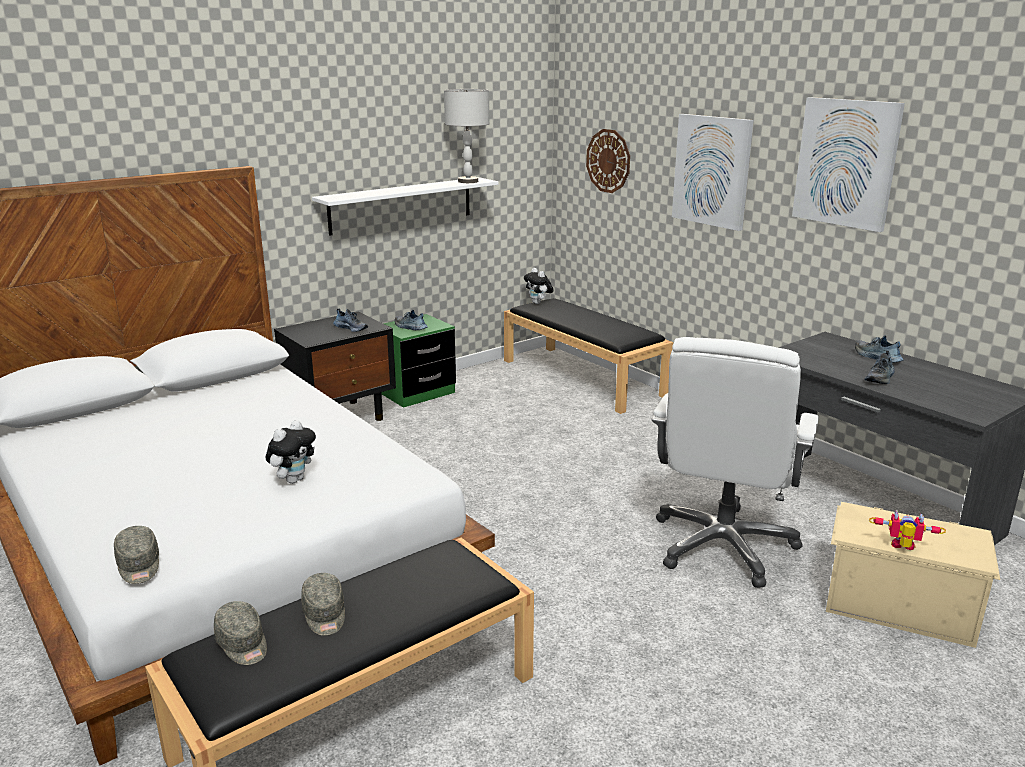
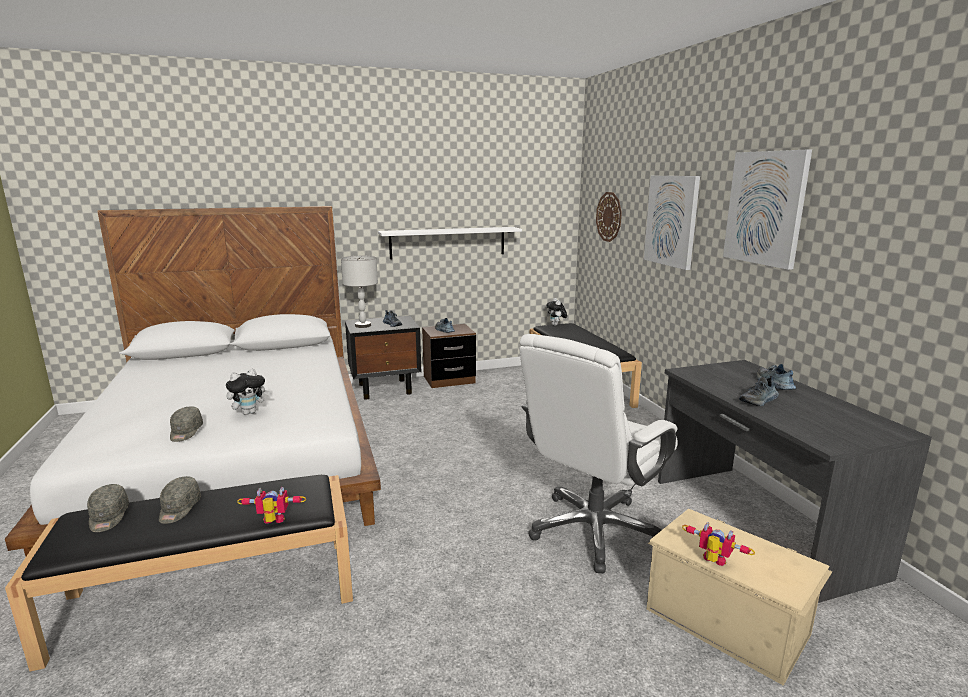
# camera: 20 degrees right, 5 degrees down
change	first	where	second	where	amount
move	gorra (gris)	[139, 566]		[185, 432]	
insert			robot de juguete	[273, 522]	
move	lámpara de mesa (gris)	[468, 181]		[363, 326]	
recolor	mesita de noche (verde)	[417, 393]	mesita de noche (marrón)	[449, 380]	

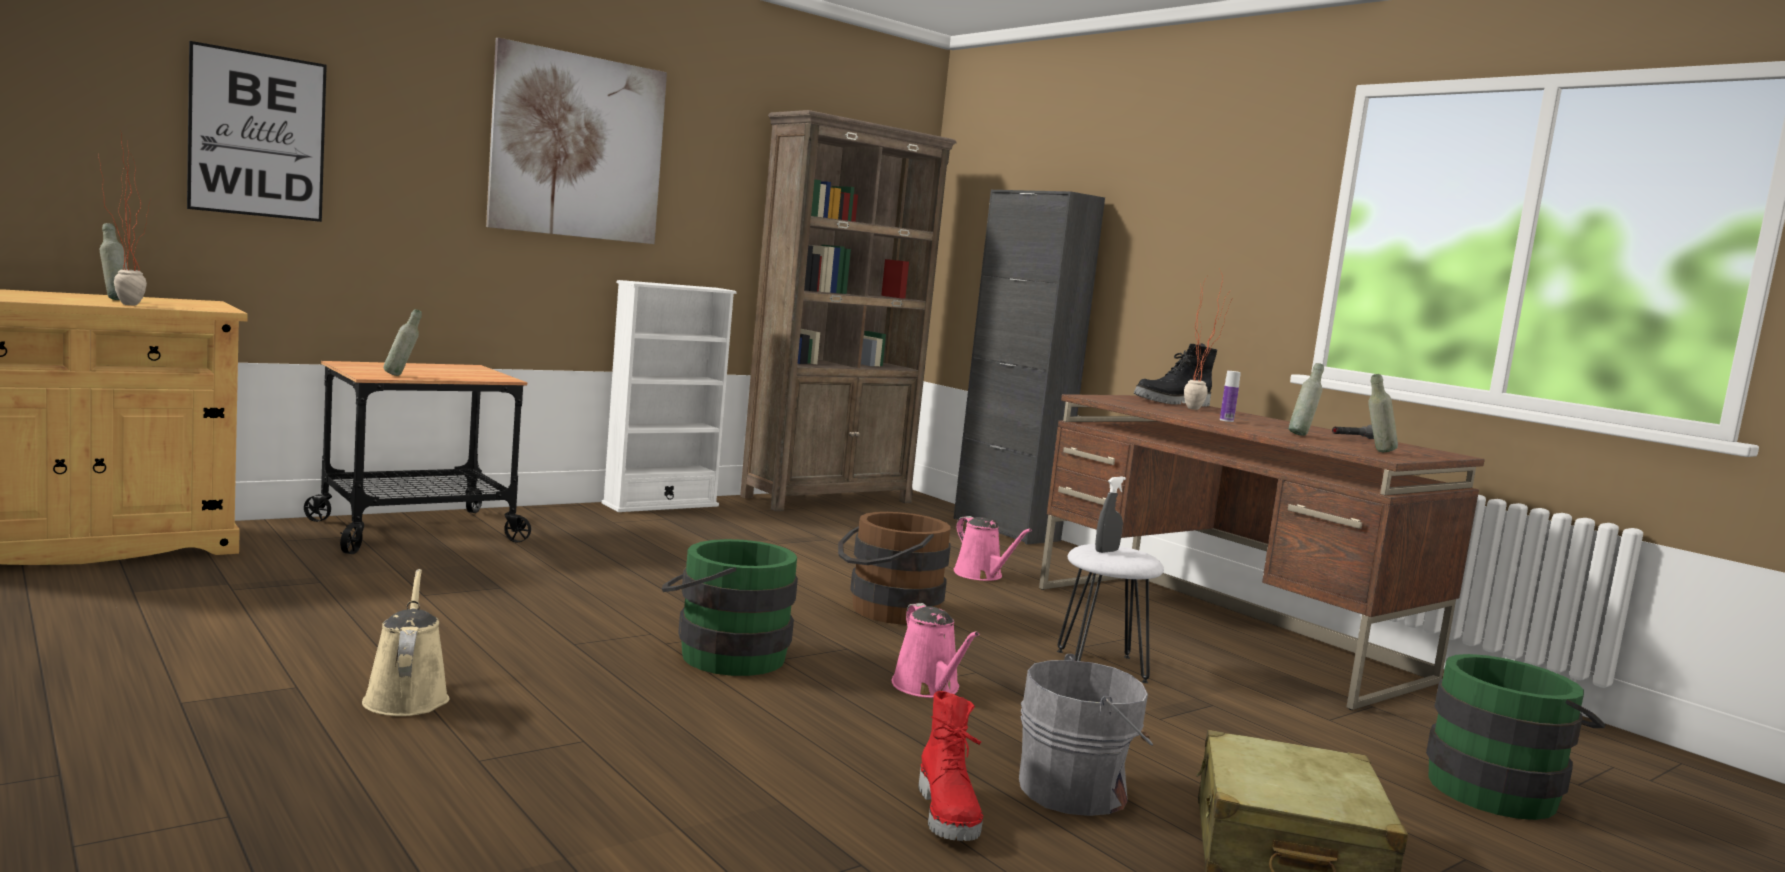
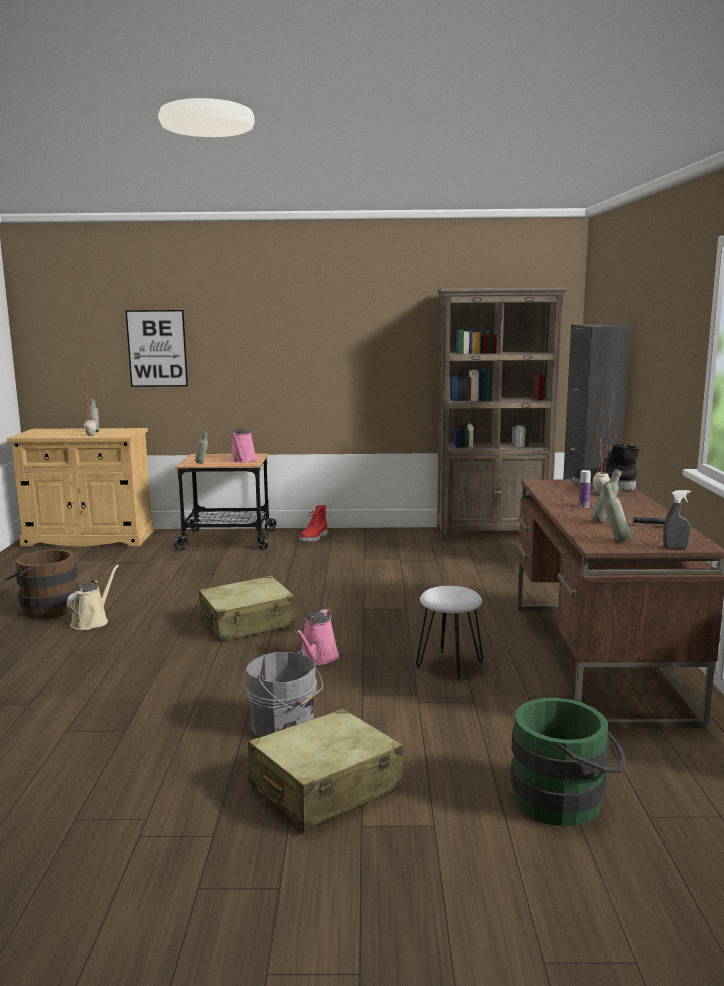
# camera: 40 degrees right, 5 degrees up
change	first	where	second	where	amount
move	cubo (marrón)	[887, 611]		[45, 608]	
replace	cubo (verde)	[722, 655]	maleta (beis)	[248, 623]	
move	regadera (rosa)	[981, 575]		[242, 460]	
move	bota (rojo)	[949, 814]		[314, 538]	
move	pulverizador (gris)	[1106, 551]		[675, 548]	
delete	cuadro	[578, 147]			
delete	estantería (blanco)	[660, 505]			

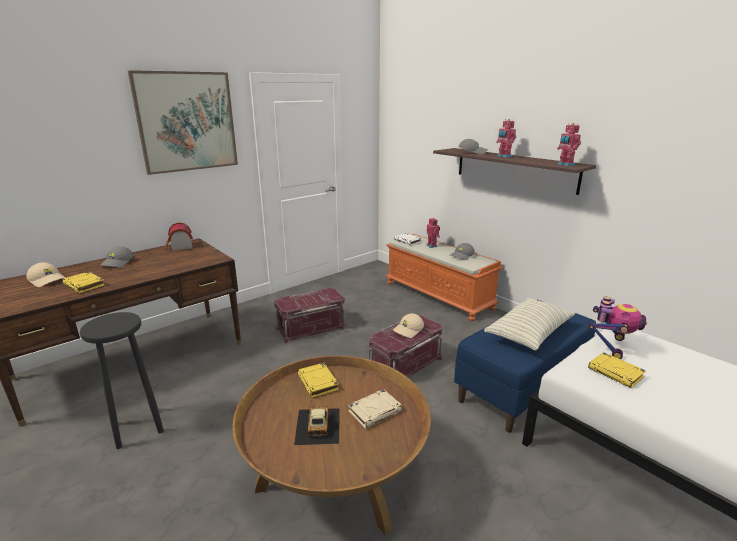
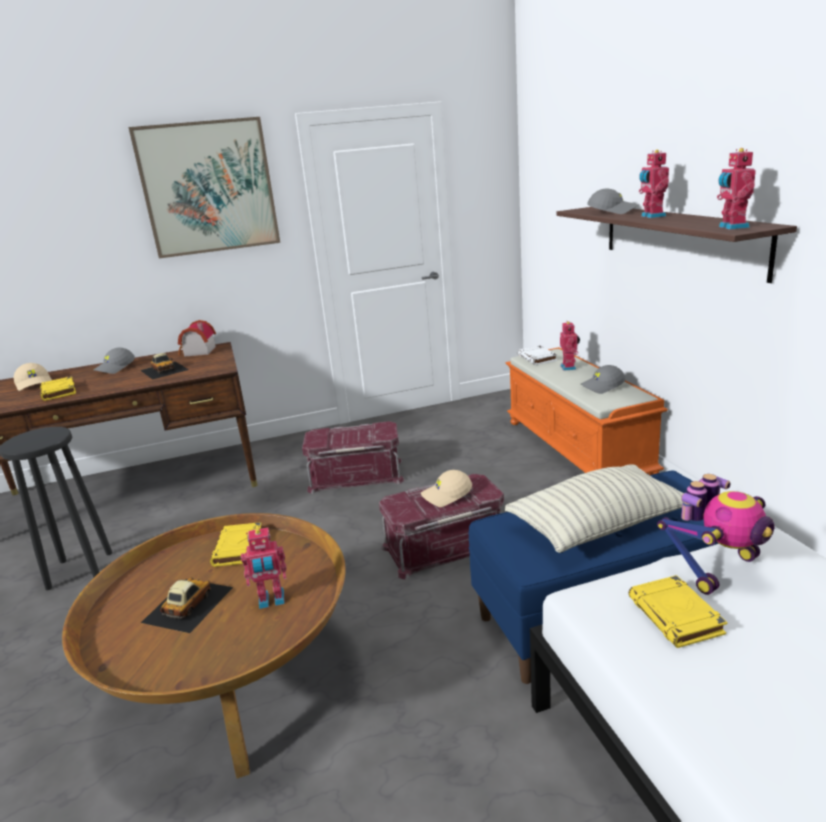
# camera: 25 degrees right, 0 degrees up
change	first	where	second	where	amount
insert			coche de juguete	[164, 369]	
replace	libro (beis)	[375, 411]	robot de juguete	[271, 601]	

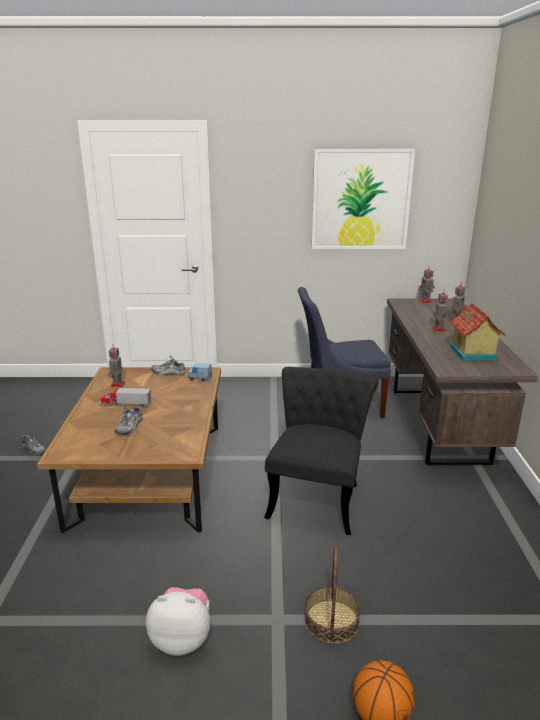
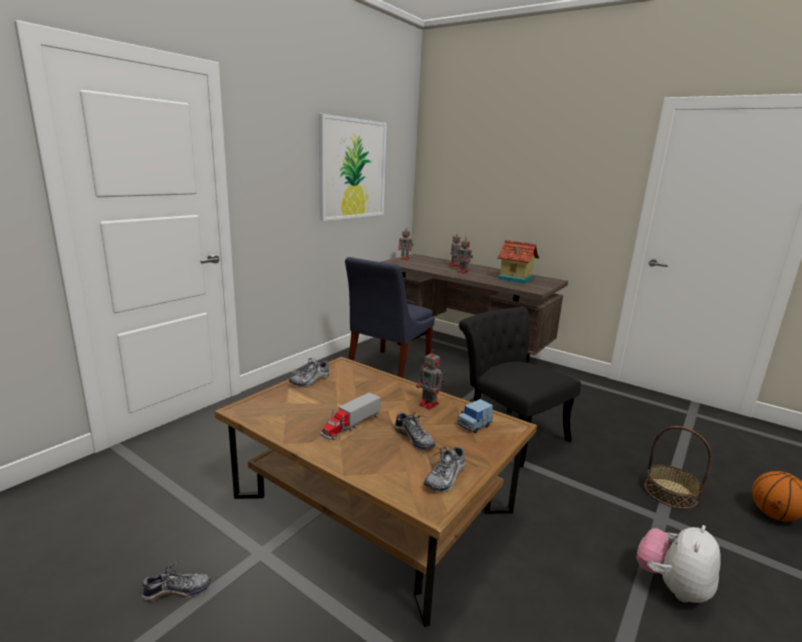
# camera: 55 degrees left, 5 degrees down
change	first	where	second	where	amount
move	robot de juguete	[117, 385]		[429, 404]	
insert			zapato	[445, 477]	
move	coche de juguete (azul)	[200, 378]		[474, 425]	

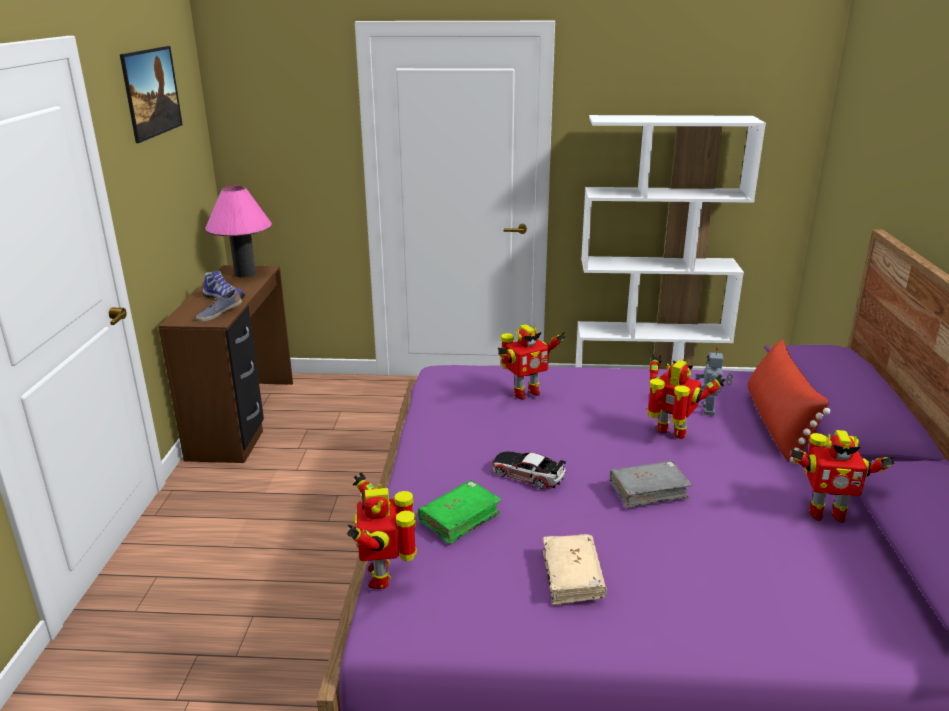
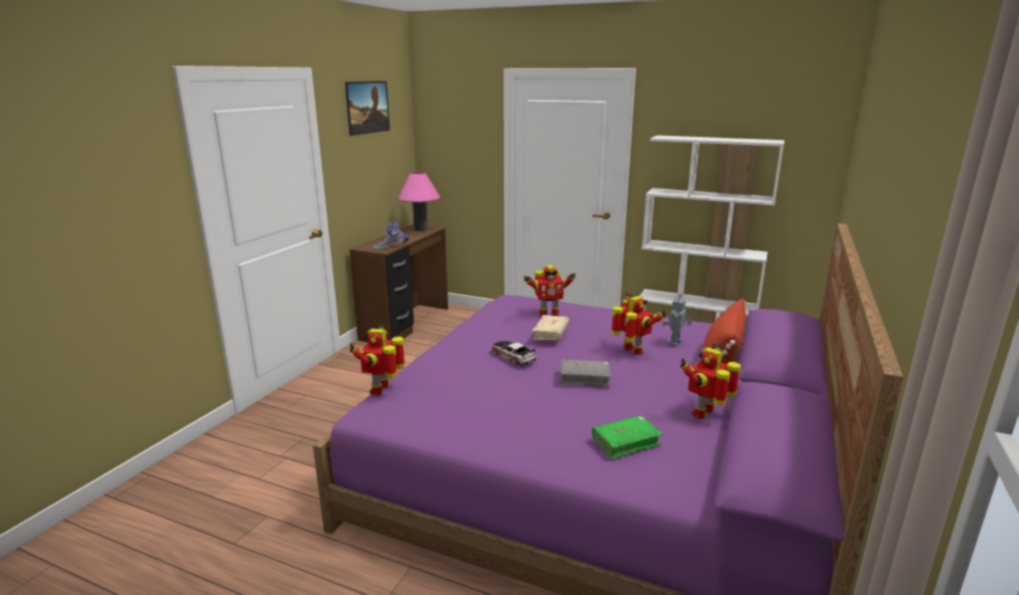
# camera: 20 degrees right, 5 degrees down
change	first	where	second	where	amount
move	libro (beis)	[572, 577]		[550, 334]	
move	libro (verde)	[459, 518]		[625, 443]	
rotate	robot de juguete	[825, 513]		[705, 413]	105 degrees clockwise

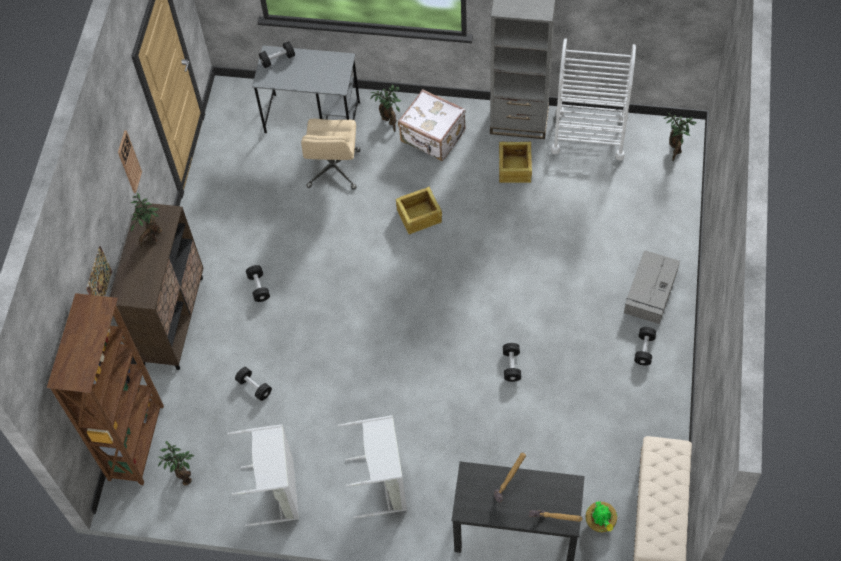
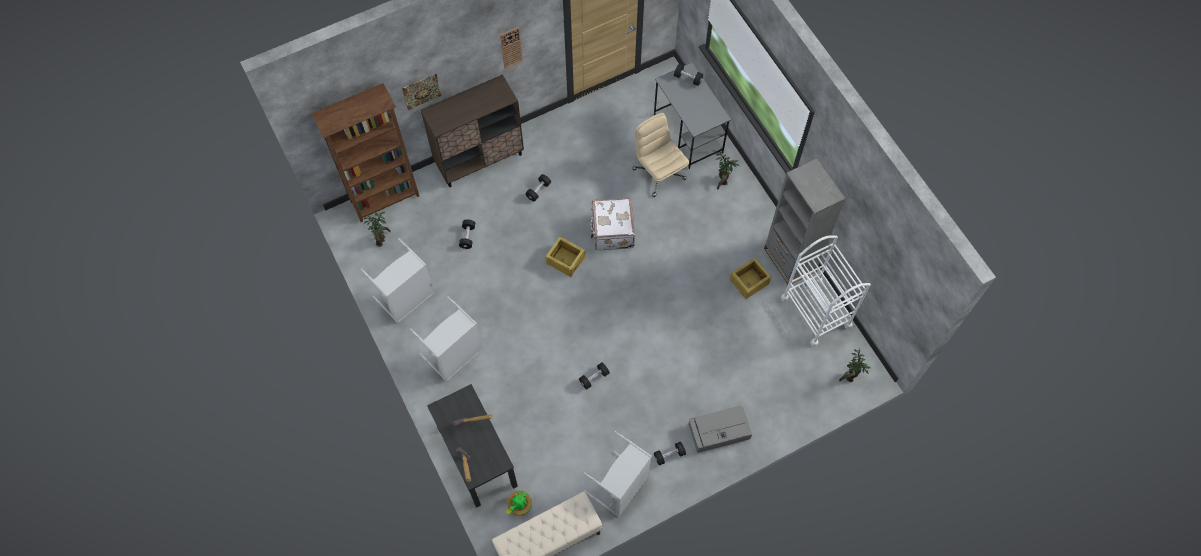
# camera: 50 degrees right, 5 degrees up
change	first	where	second	where	amount
move	caja de embalaje	[418, 216]		[565, 260]	
insert			cesto de la ropa (gris)	[622, 488]	
move	maleta (blanco)	[432, 137]		[612, 231]	
rotate	silla de oficina (beis)	[333, 169]		[658, 173]	90 degrees clockwise
delete	planta en maceta	[153, 237]			

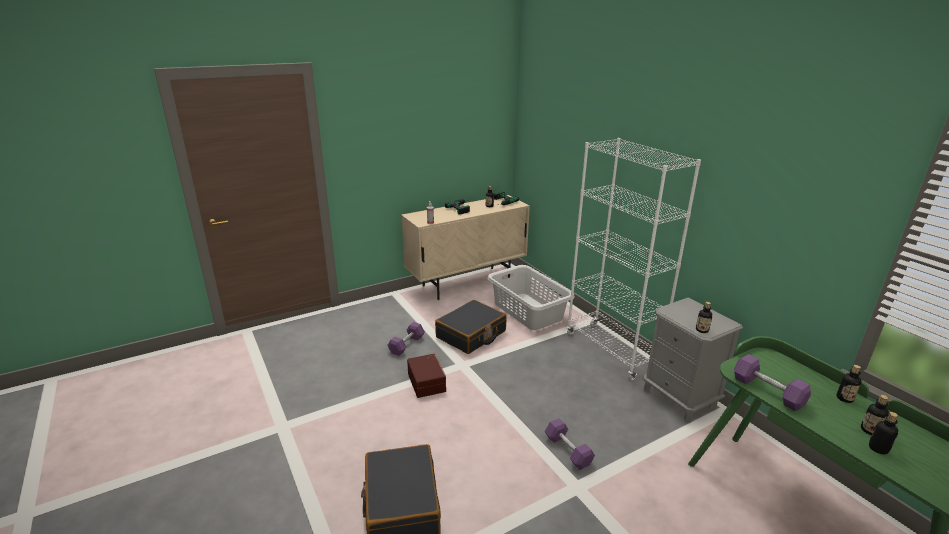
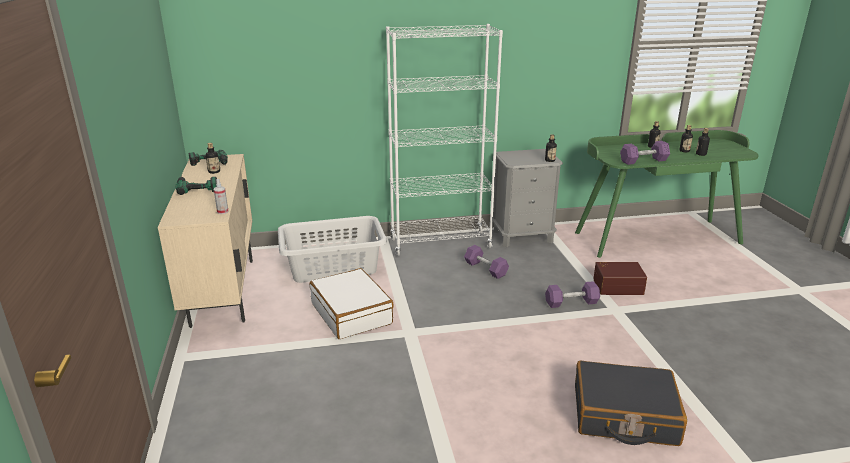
# camera: 70 degrees left, 0 degrees up
change	first	where	second	where	amount
recolor	maleta (negro)	[471, 335]	maleta (blanco)	[352, 313]	
move	mancuerna (morado)	[406, 345]		[485, 269]	
move	caja de almacenaje (marrón)	[427, 382]		[617, 286]	

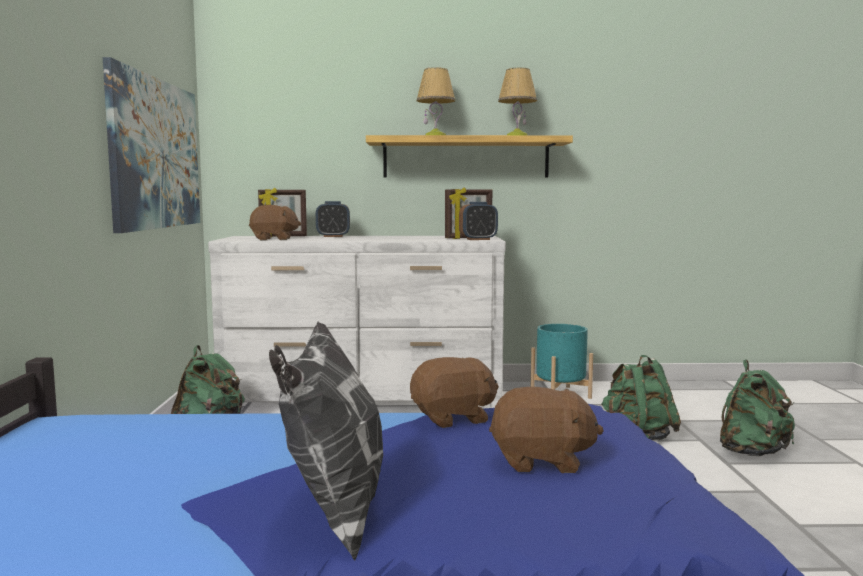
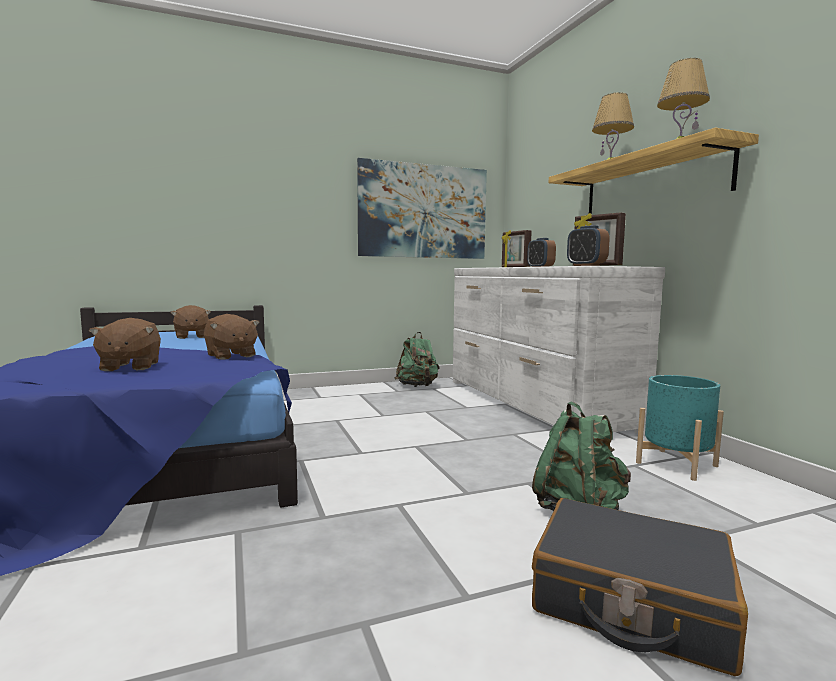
# camera: 70 degrees right, 0 degrees up
change	first	where	second	where	amount
move	peluche (marrón)	[274, 239]		[191, 336]	
replace	mochila (verde)	[752, 452]	maleta (negro)	[631, 601]	
delete	cojín	[334, 515]			

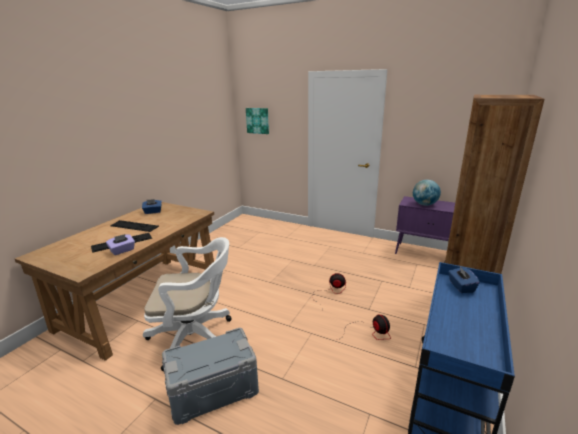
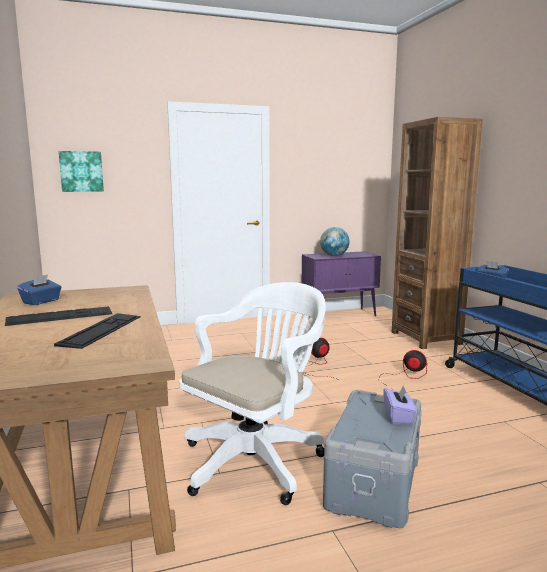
# camera: 45 degrees left, 10 degrees down
change	first	where	second	where	amount
move	caja de pañuelos (morado)	[122, 251]		[398, 417]	

